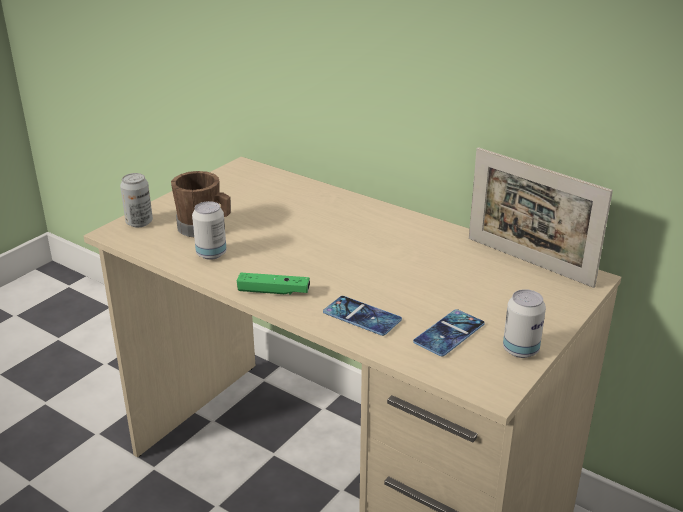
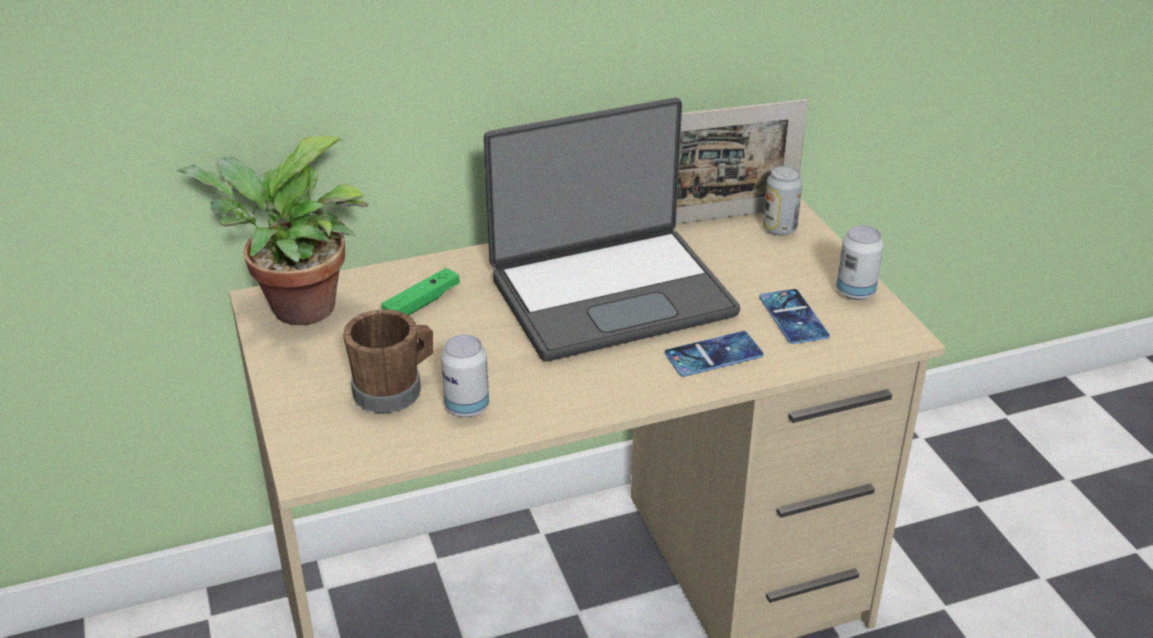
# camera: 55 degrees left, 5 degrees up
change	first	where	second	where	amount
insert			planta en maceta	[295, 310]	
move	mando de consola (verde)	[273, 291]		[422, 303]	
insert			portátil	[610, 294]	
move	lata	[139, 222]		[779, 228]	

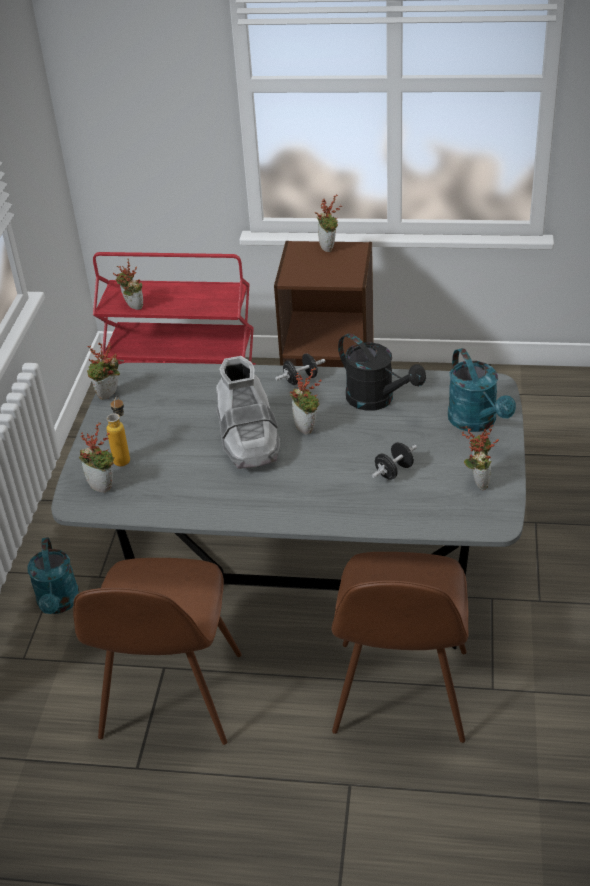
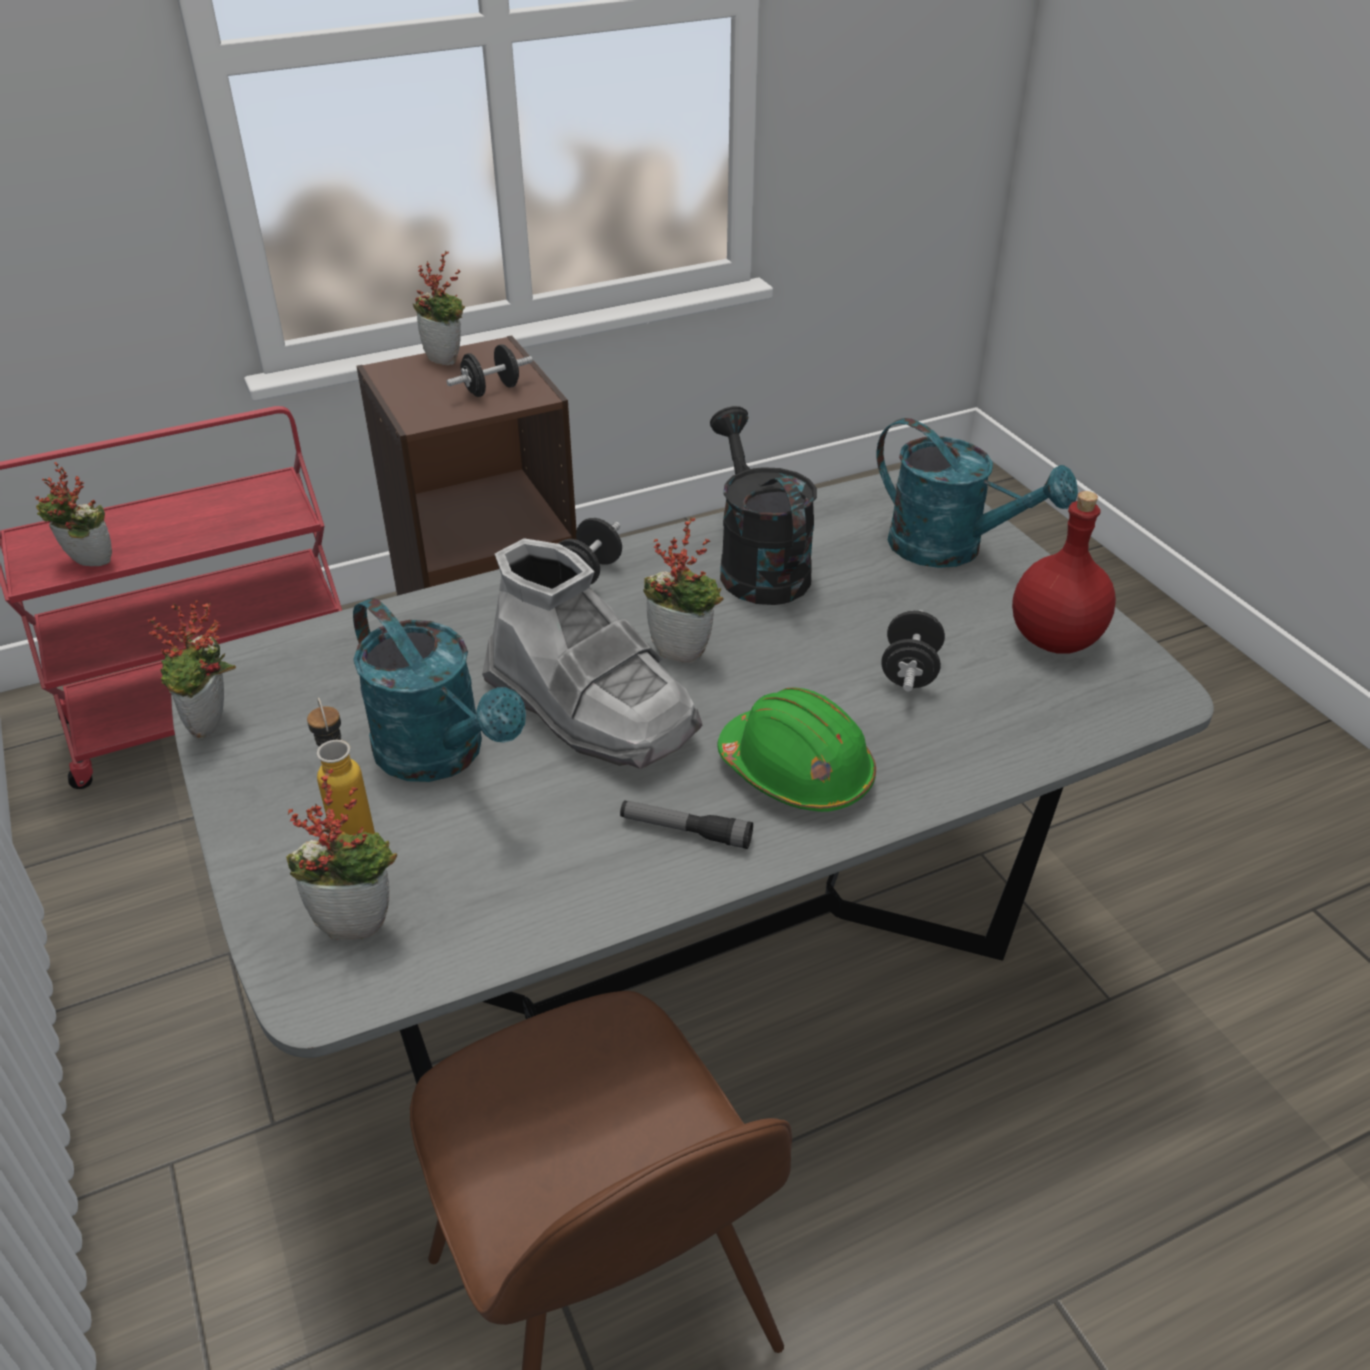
# camera: 35 degrees left, 0 degrees up
change	first	where	second	where	amount
move	regadera (turquesa)	[58, 604]		[442, 756]	
insert			mancuerna (negro)	[491, 390]	
insert			linterna	[685, 831]	
rotate	regadera (negro)	[377, 400]		[757, 565]	120 degrees counterclockwise
insert			casco (verde)	[796, 772]	
replace	planta en maceta	[477, 481]	botella (rojo)	[1056, 639]	
delete	silla (marrón)	[400, 695]			

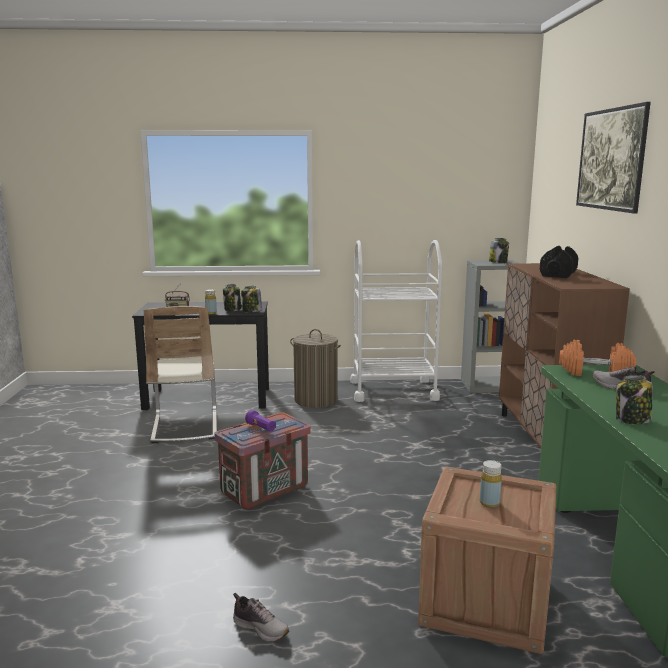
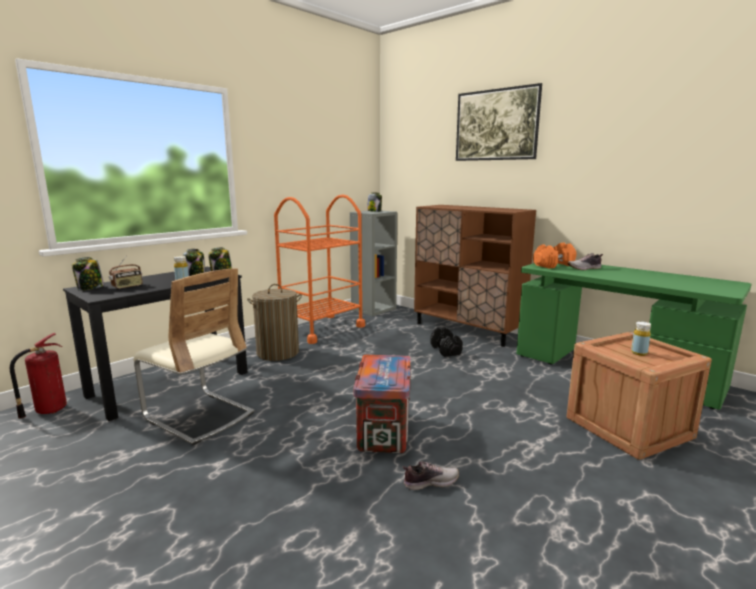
# camera: 45 degrees left, 0 degrees up
change	first	where	second	where	amount
insert			extintor	[49, 410]	
move	tarro	[632, 420]		[90, 288]	
recolor	carrito (blanco)	[393, 390]	carrito (naranja)	[321, 329]	
move	zapato	[260, 628]		[430, 482]	
move	mancuerna (negro)	[558, 274]		[446, 350]	
delete	linterna (morado)	[261, 428]			

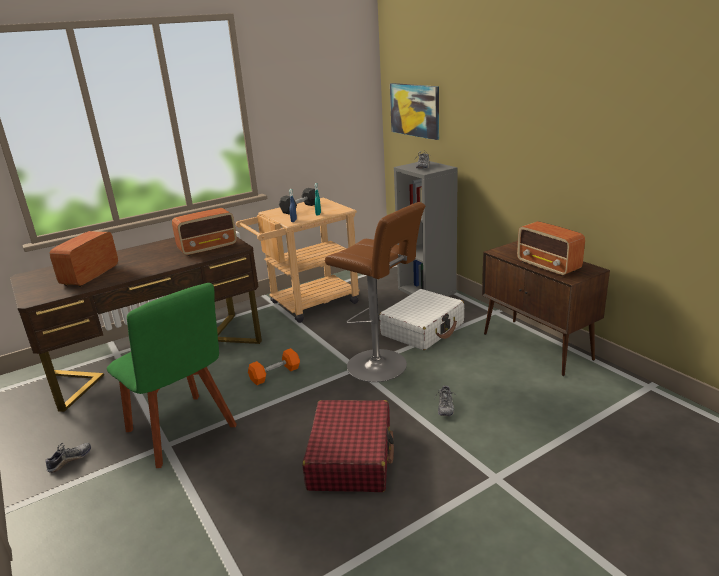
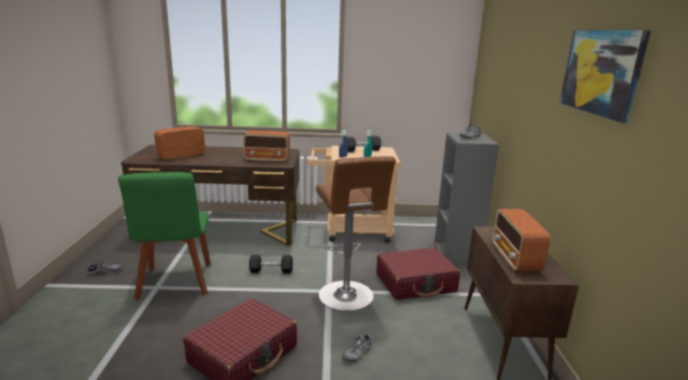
# camera: 30 degrees right, 5 degrees down
change	first	where	second	where	amount
recolor	mancuerna (naranja)	[275, 374]	mancuerna (negro)	[271, 271]	
recolor	maleta (blanco)	[423, 329]	maleta (rojo)	[416, 283]	
move	cuadro	[415, 110]		[601, 72]	

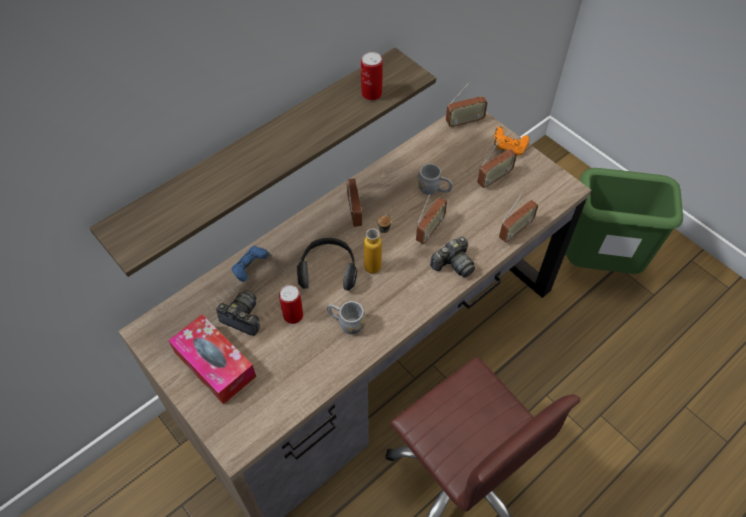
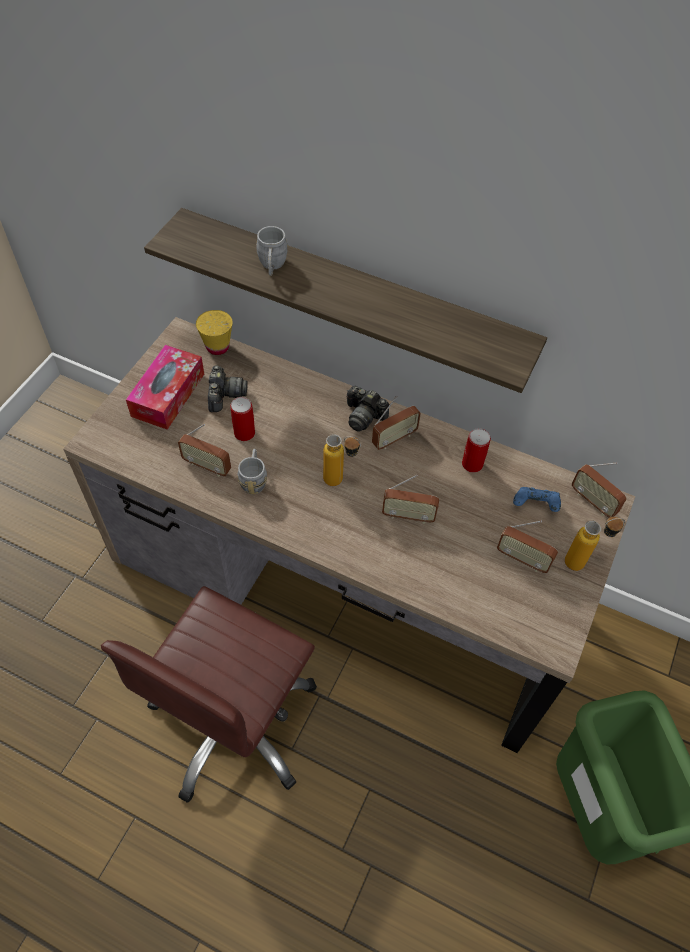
# camera: 65 degrees right, 0 degrees up
change	first	where	second	where	amount
move	radio	[515, 231]		[207, 466]	
insert			taza (amarillo)	[217, 347]	
move	taza grande (gris)	[433, 190]		[272, 266]	
move	cámara	[453, 264]		[364, 416]	
move	lata	[371, 93]		[472, 464]	
move	mando de consola (azul)	[251, 269]		[535, 506]	
replace	mando de consola (naranja)	[509, 148]	botella	[582, 562]	
delete	auriculares	[328, 271]			

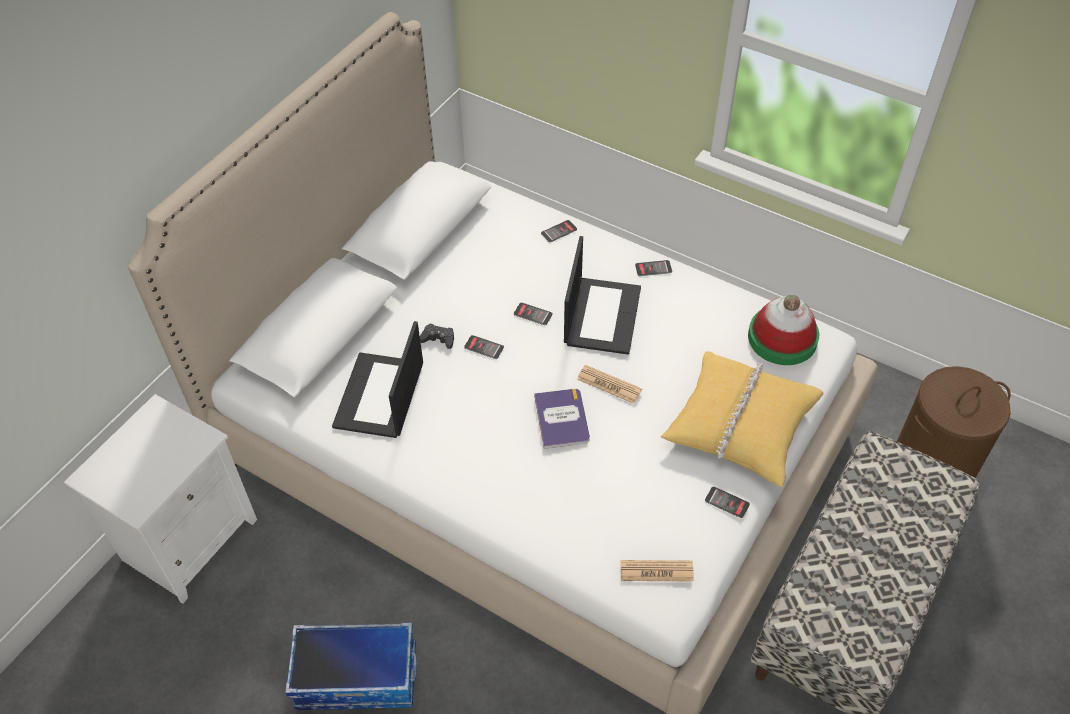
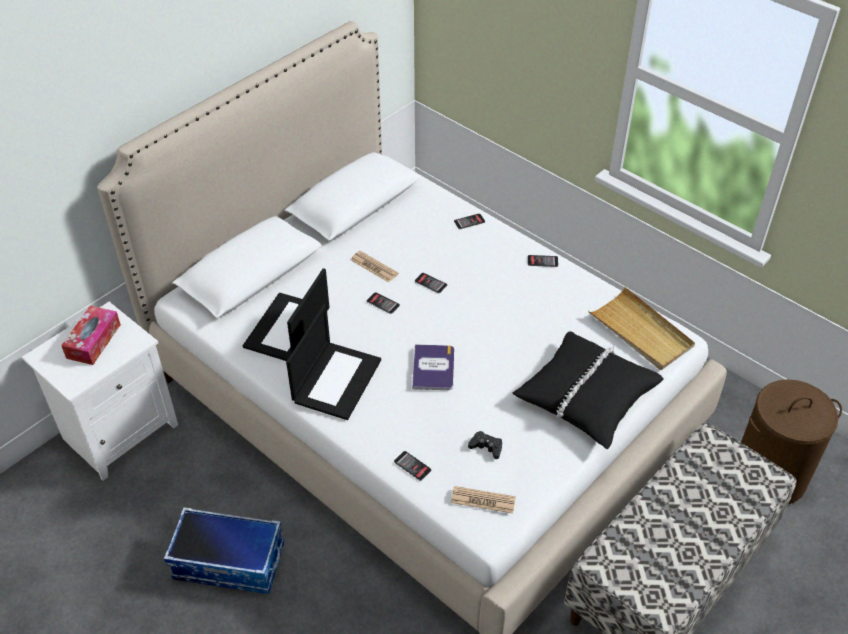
# camera: 10 degrees right, 5 degrees down
change	first	where	second	where	amount
insert			caja de pañuelos	[93, 341]	
move	portátil	[601, 315]		[336, 380]	
move	periódico	[609, 385]		[374, 267]	
move	móvil	[727, 502]		[412, 466]	
move	mando de consola (negro)	[438, 339]		[486, 447]	
recolor	cojín (amarillo)	[740, 424]	cojín (negro)	[586, 395]	
replace	sombrero	[782, 338]	bandeja (beis)	[641, 332]	

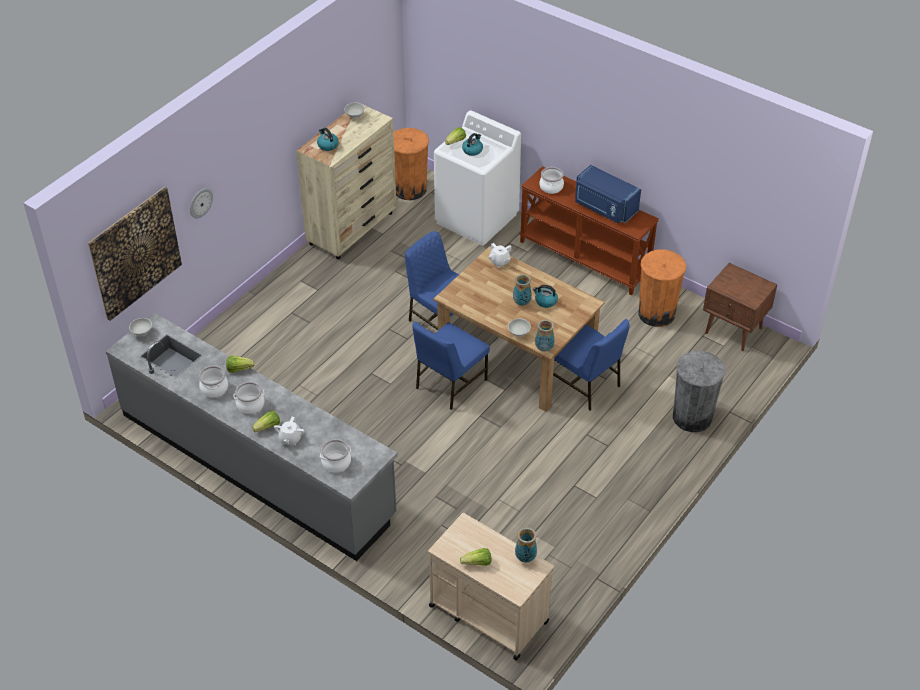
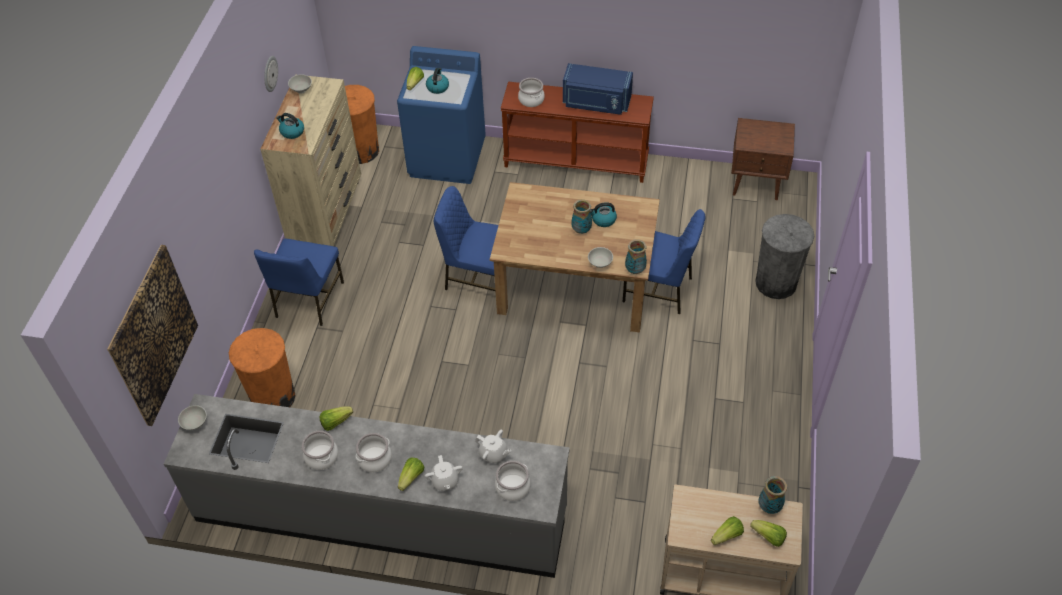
# camera: 25 degrees left, 5 degrees up
change	first	where	second	where	amount
move	papelera (naranja)	[656, 313]		[273, 397]	
move	silla (azul)	[449, 384]		[308, 300]	
move	reloj de pared	[200, 202]		[270, 73]	
recolor	lavadora (blanco)	[477, 219]	lavadora (azul)	[447, 158]	
move	tetera (blanco)	[499, 262]		[493, 454]	
insert			lechuga	[768, 537]	

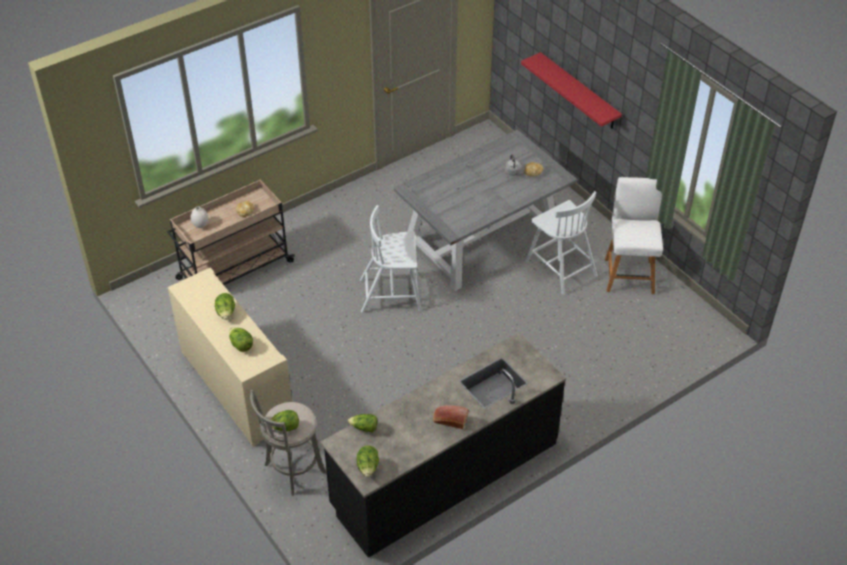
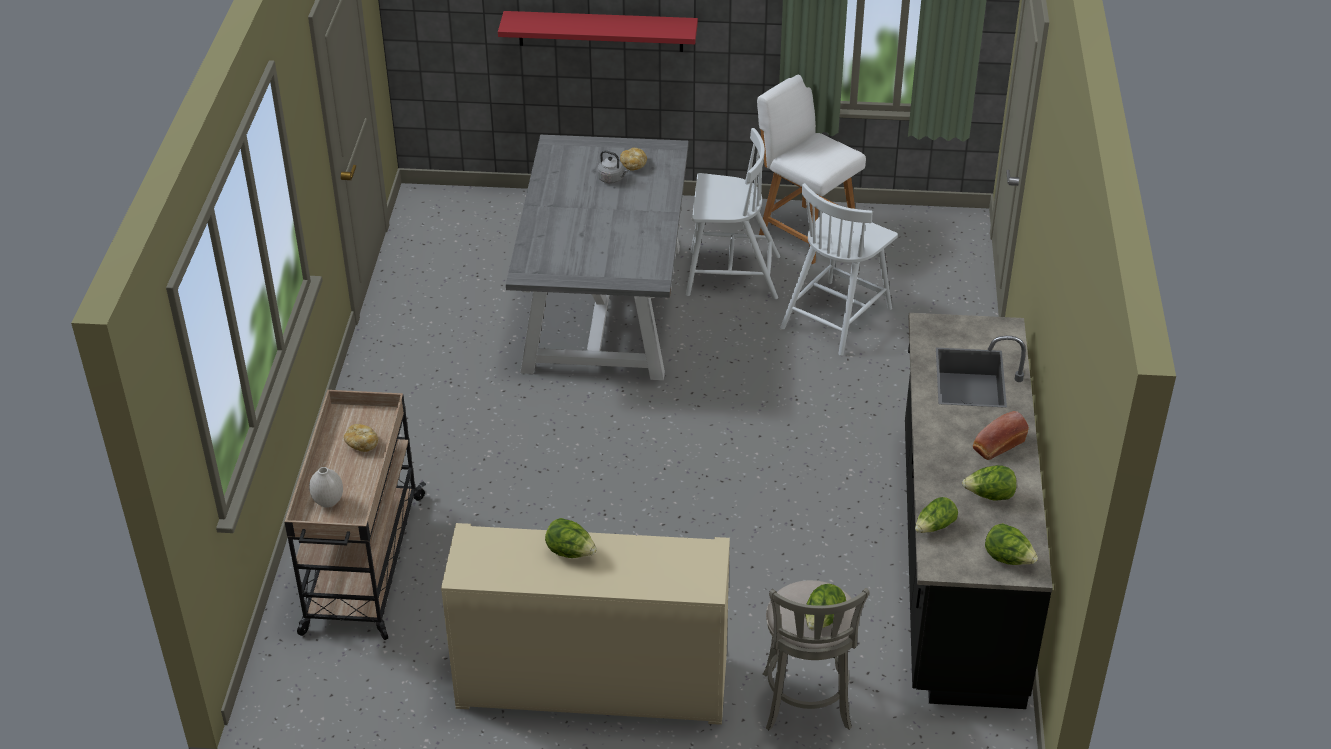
# camera: 50 degrees left, 5 degrees down
change	first	where	second	where	amount
move	silla (blanco)	[391, 294]		[837, 317]	
move	lechuga	[241, 345]		[989, 496]	

